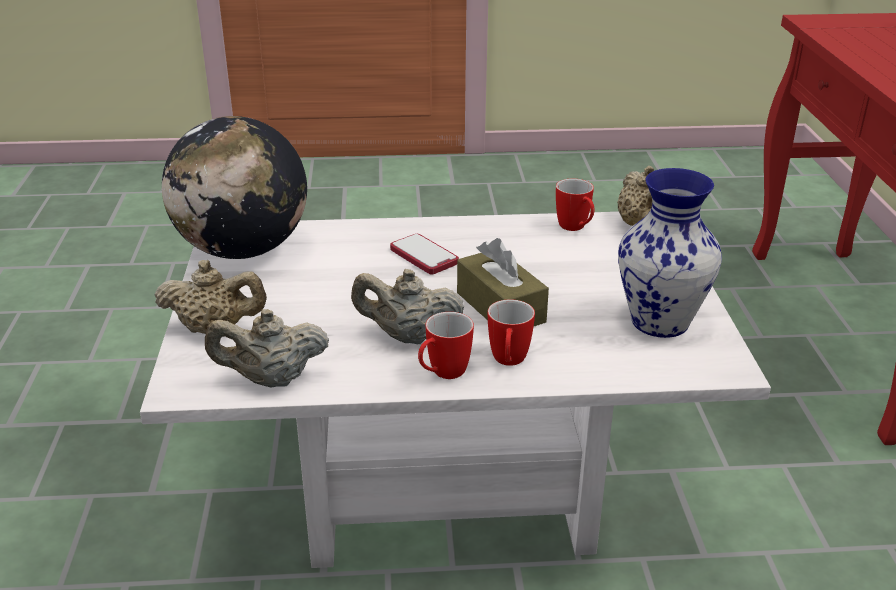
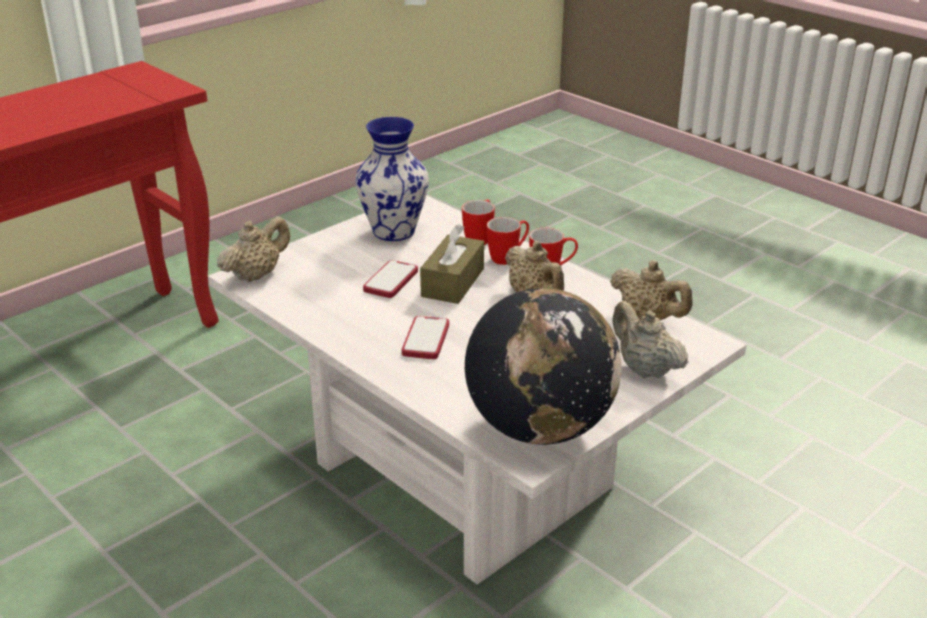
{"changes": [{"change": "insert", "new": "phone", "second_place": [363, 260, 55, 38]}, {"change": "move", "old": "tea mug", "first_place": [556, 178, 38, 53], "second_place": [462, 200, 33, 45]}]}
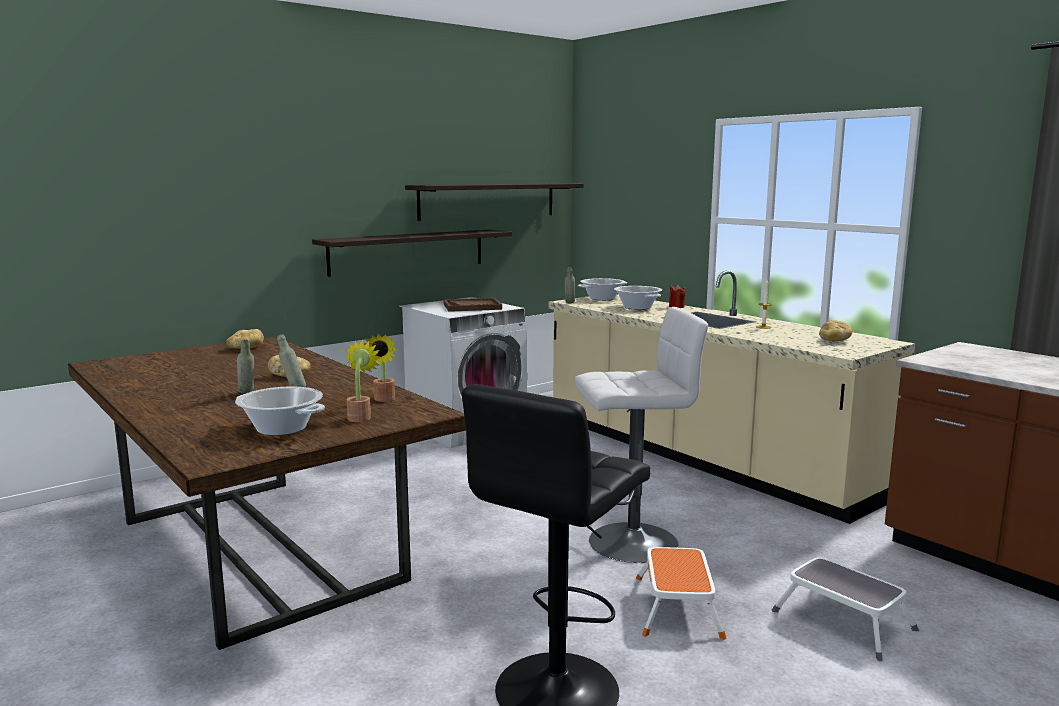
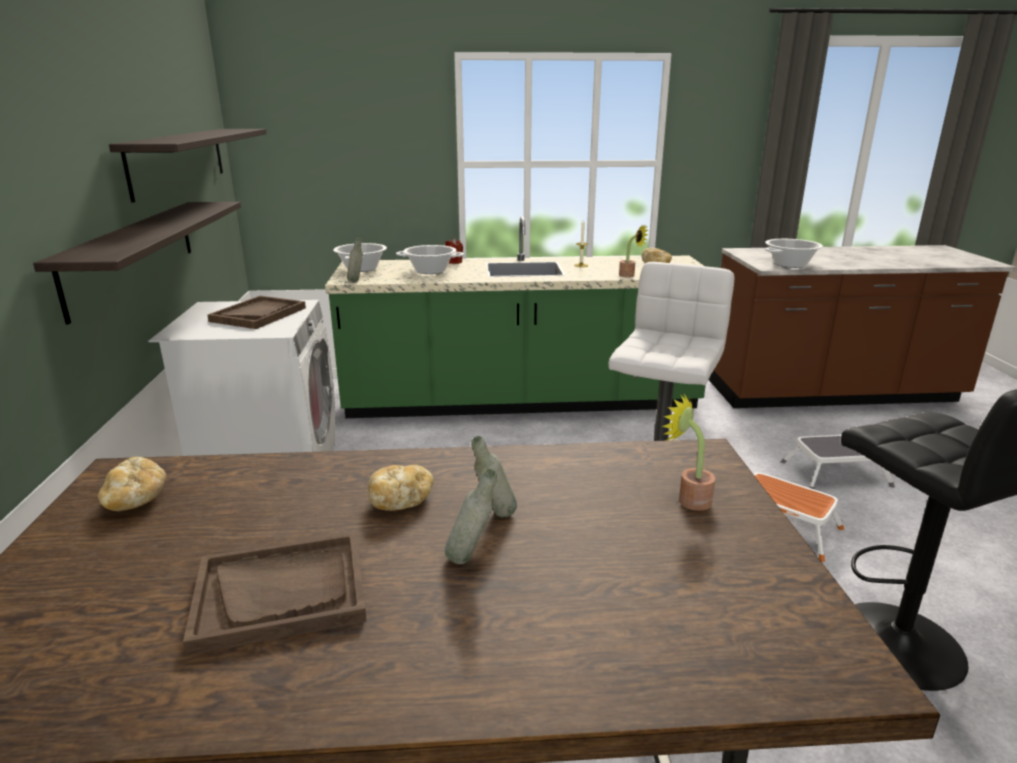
{"changes": [{"change": "insert", "new": "brownish serving tray", "second_place": [183, 533, 184, 123]}, {"change": "recolor", "old": "beige-coloured counter", "new": "green counter", "first_place": [549, 270, 366, 254], "second_place": [325, 216, 381, 202]}, {"change": "move", "old": "houseplant", "first_place": [364, 334, 33, 68], "second_place": [619, 225, 29, 52]}, {"change": "move", "old": "stockpot", "first_place": [235, 387, 90, 49], "second_place": [765, 239, 58, 29]}]}
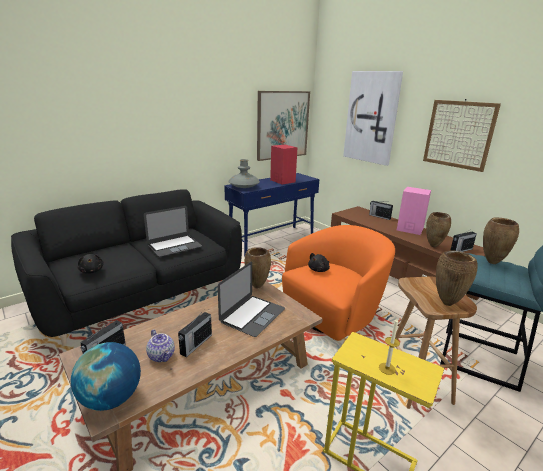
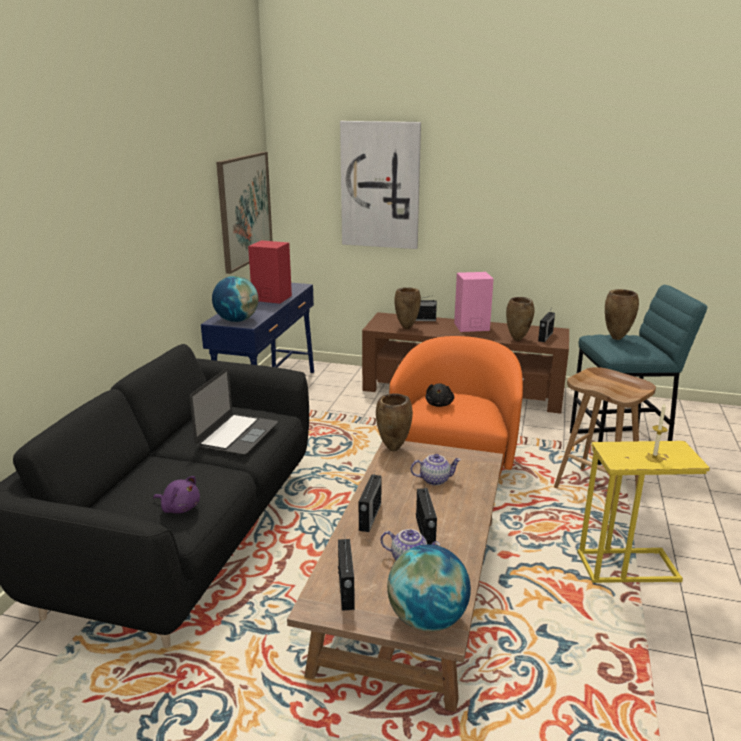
{"changes": [{"change": "recolor", "old": "black cuddly toy", "new": "purple-coloured cuddly toy", "first_place": [78, 254, 26, 20], "second_place": [153, 476, 47, 38]}, {"change": "replace", "old": "grey vase", "new": "world globe", "first_place": [228, 159, 32, 29], "second_place": [212, 276, 46, 46]}, {"change": "insert", "new": "radio", "second_place": [359, 472, 23, 60]}, {"change": "move", "old": "brownish vase", "first_place": [436, 251, 42, 55], "second_place": [394, 287, 27, 42]}, {"change": "replace", "old": "portable computer", "new": "tea pot", "first_place": [218, 262, 67, 75], "second_place": [411, 454, 50, 32]}, {"change": "delete", "old": "picture", "first_place": [423, 99, 78, 73]}]}
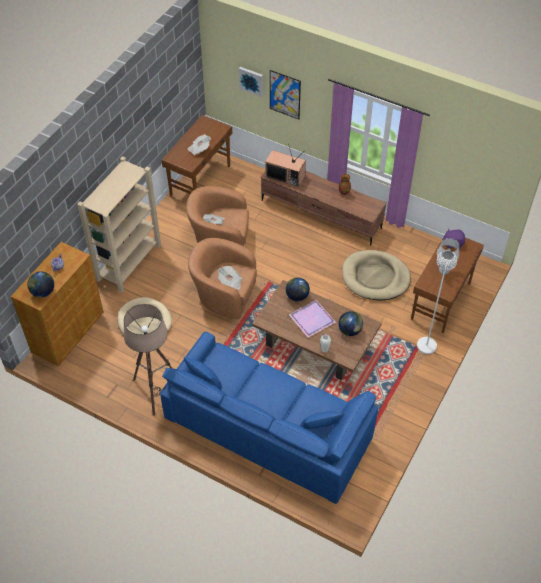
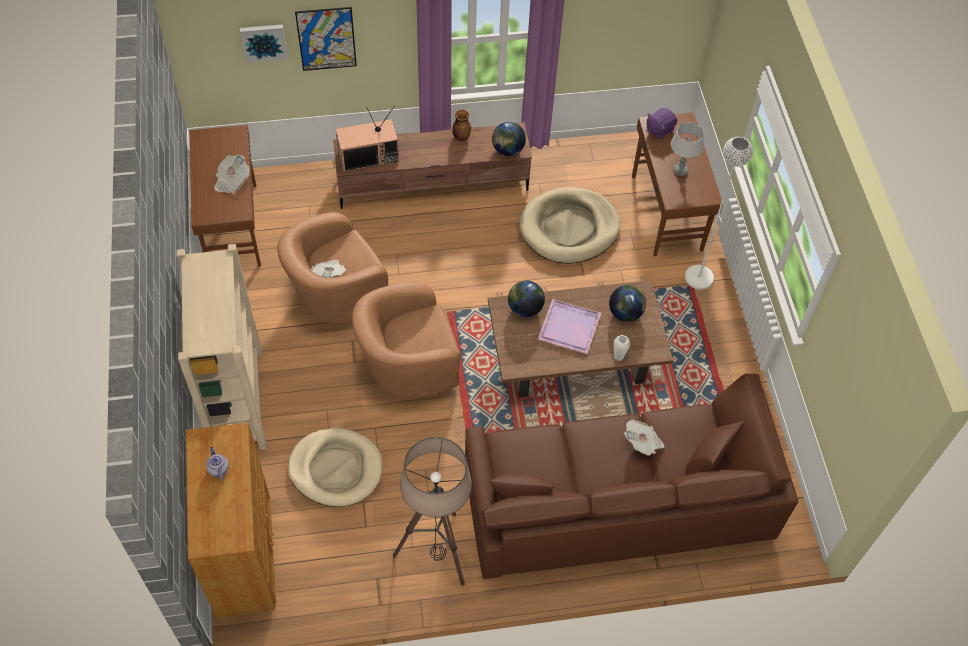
{"changes": [{"change": "recolor", "old": "blue-coloured couch", "new": "brownish couch", "first_place": [160, 332, 218, 172], "second_place": [465, 373, 333, 206]}, {"change": "move", "old": "world globe", "first_place": [27, 271, 27, 27], "second_place": [492, 122, 34, 34]}, {"change": "move", "old": "printed paper", "first_place": [218, 266, 24, 24], "second_place": [624, 420, 40, 36]}]}
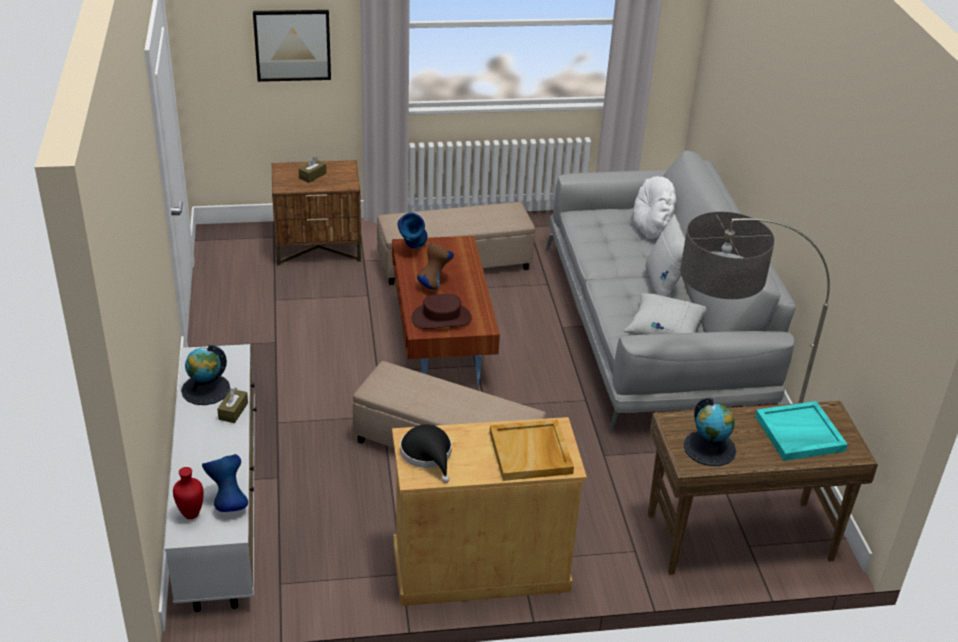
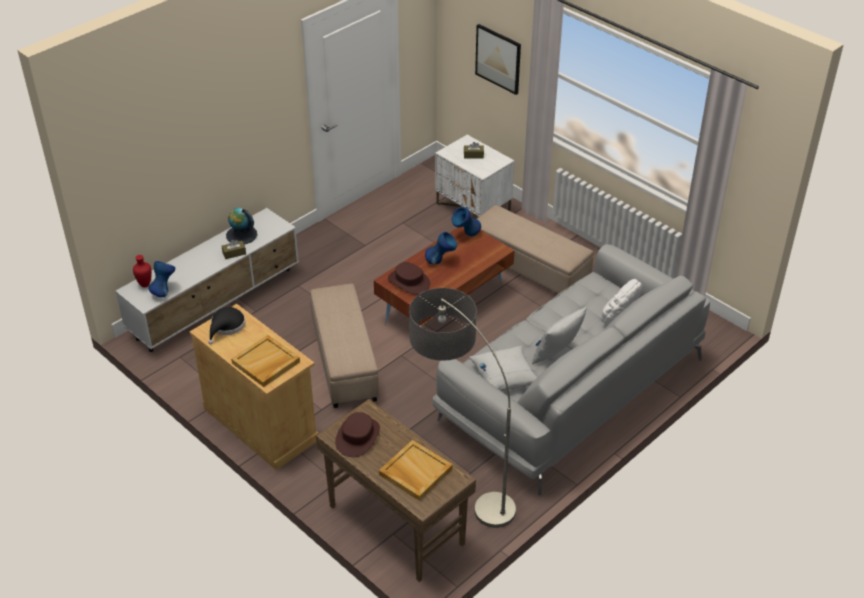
{"changes": [{"change": "replace", "old": "world globe", "new": "brownish clothing hat", "first_place": [684, 398, 52, 68], "second_place": [335, 412, 45, 45]}, {"change": "recolor", "old": "blue-green serving tray", "new": "beige-coloured serving tray", "first_place": [755, 401, 93, 60], "second_place": [379, 440, 74, 61]}, {"change": "recolor", "old": "brownish vase", "new": "blue-coloured vase", "first_place": [417, 243, 37, 47], "second_place": [425, 232, 32, 32]}, {"change": "recolor", "old": "brownish bedside table", "new": "white-coloured bedside table", "first_place": [272, 160, 89, 106], "second_place": [435, 135, 80, 84]}]}
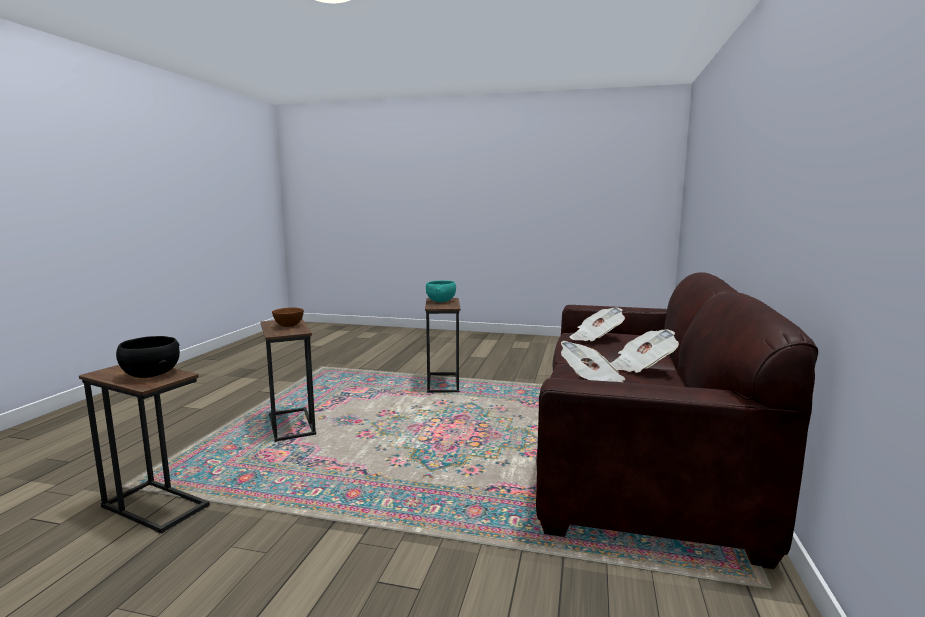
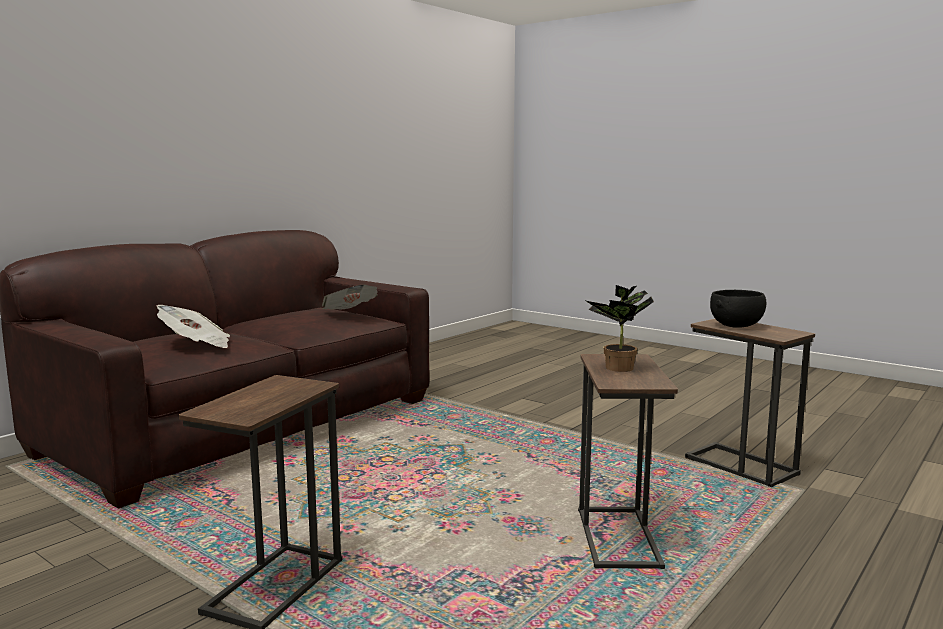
{"changes": [{"change": "replace", "old": "brownish serving bowl", "new": "houseplant", "first_place": [272, 307, 32, 20], "second_place": [586, 285, 68, 87]}, {"change": "delete", "old": "blue-green serving bowl", "first_place": [426, 280, 30, 22]}, {"change": "delete", "old": "printed paper", "first_place": [610, 329, 69, 44]}]}
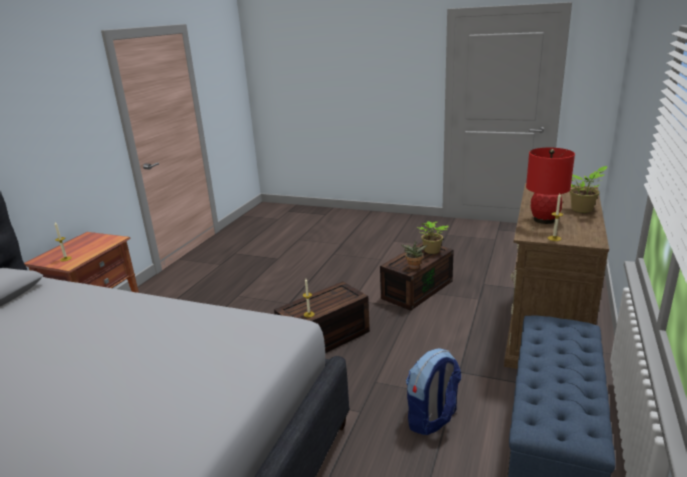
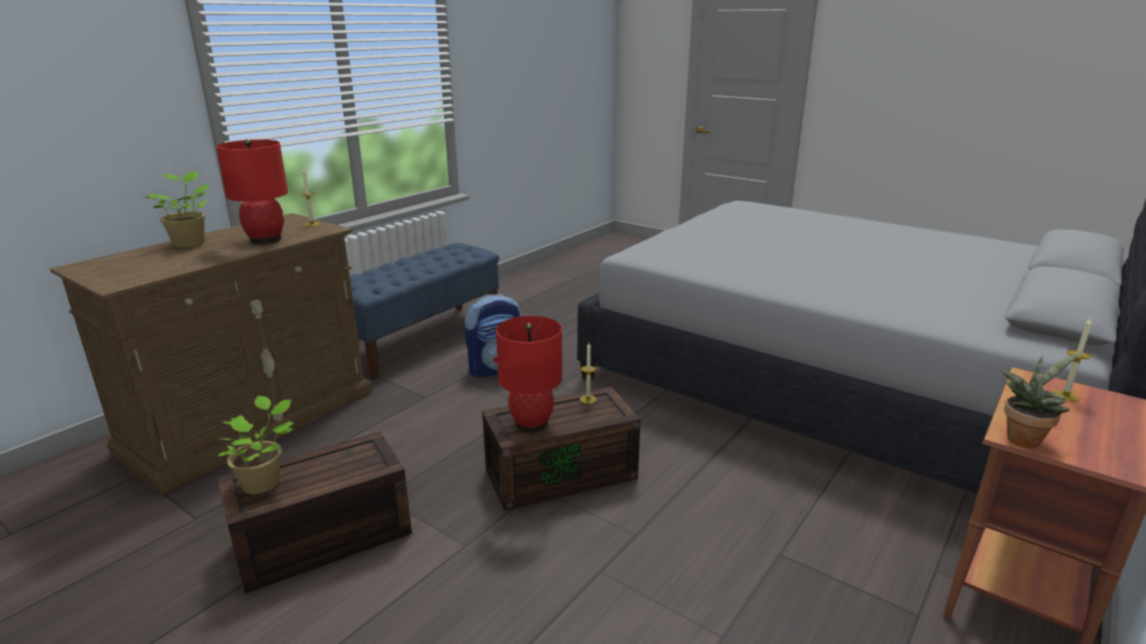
{"changes": [{"change": "insert", "new": "reddish tabletop lamp", "second_place": [496, 316, 66, 117]}, {"change": "move", "old": "houseplant", "first_place": [401, 241, 26, 28], "second_place": [1000, 353, 79, 95]}]}
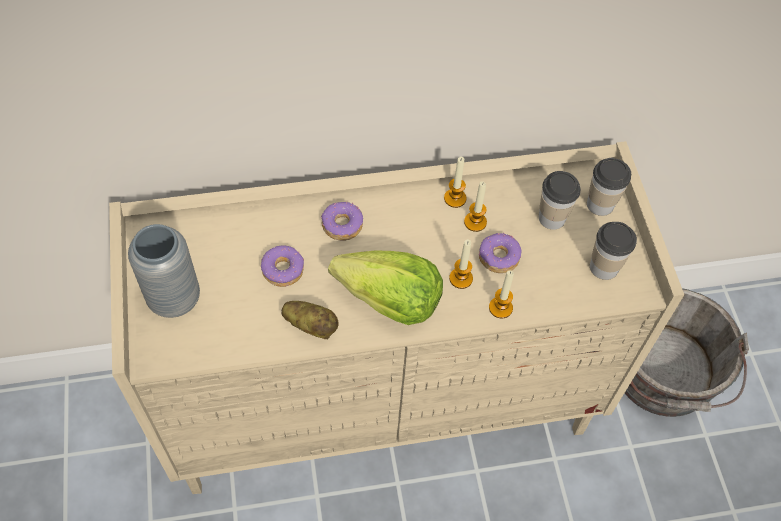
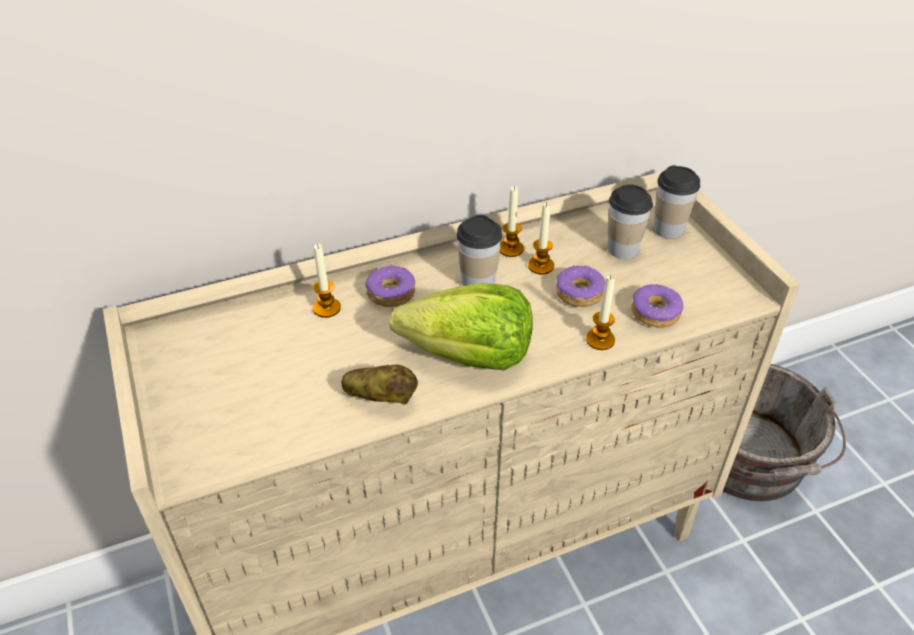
{"changes": [{"change": "move", "old": "wax light", "first_place": [449, 239, 24, 50], "second_place": [313, 243, 28, 75]}, {"change": "move", "old": "small cup", "first_place": [590, 222, 47, 58], "second_place": [457, 215, 45, 71]}, {"change": "move", "old": "ring doughnut", "first_place": [261, 245, 43, 42], "second_place": [631, 284, 52, 44]}, {"change": "delete", "old": "grey vase", "first_place": [128, 224, 72, 94]}]}
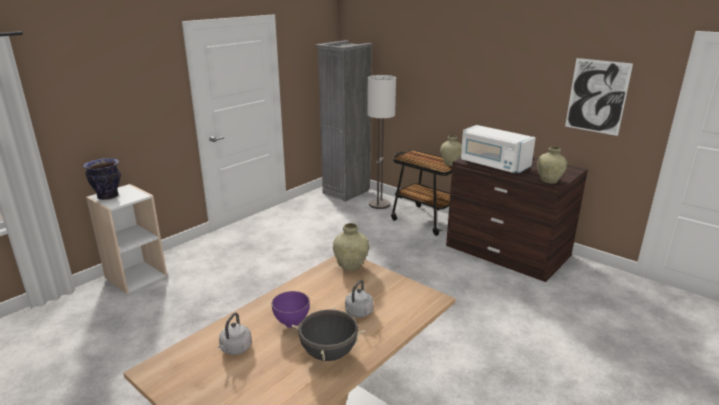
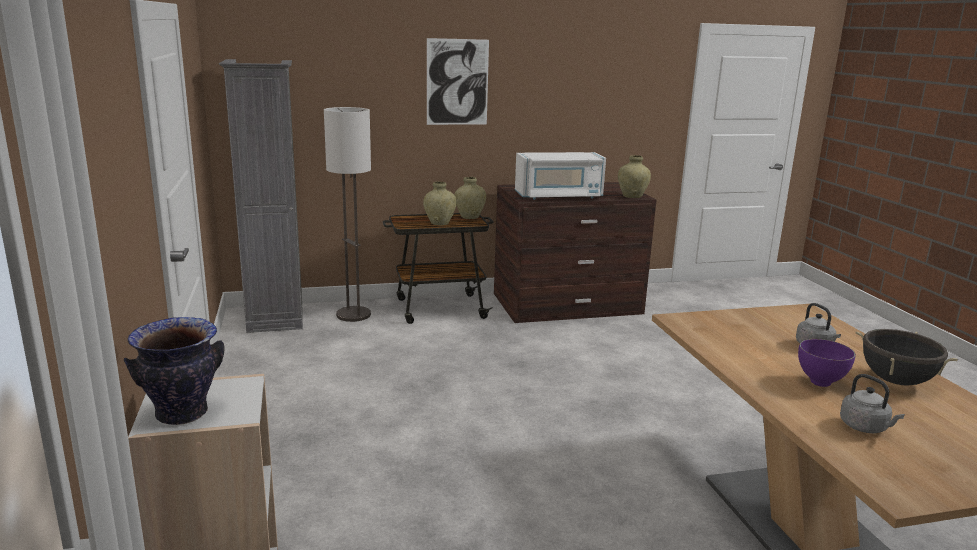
{"changes": [{"change": "move", "old": "beige-coloured vase", "first_place": [333, 223, 36, 48], "second_place": [423, 181, 34, 45]}, {"change": "move", "old": "picture", "first_place": [565, 58, 68, 78], "second_place": [427, 38, 62, 87]}]}
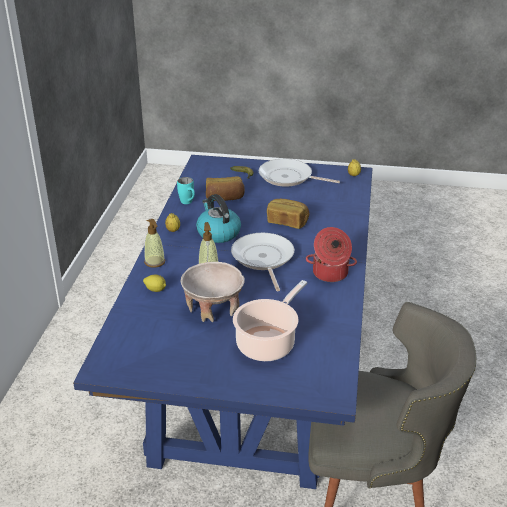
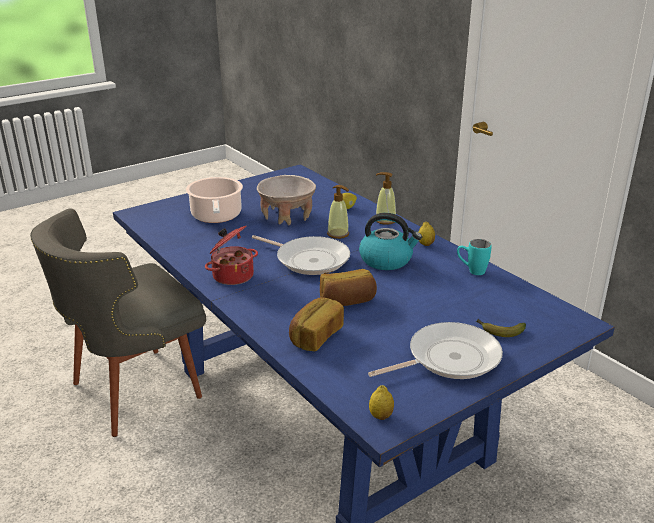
{"changes": [{"change": "move", "old": "bakery bread", "first_place": [206, 176, 39, 25], "second_place": [289, 297, 55, 54]}]}
